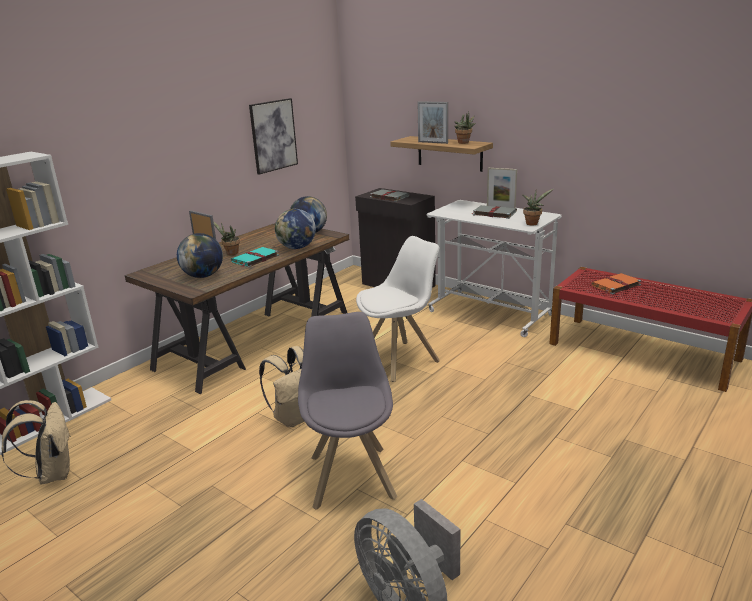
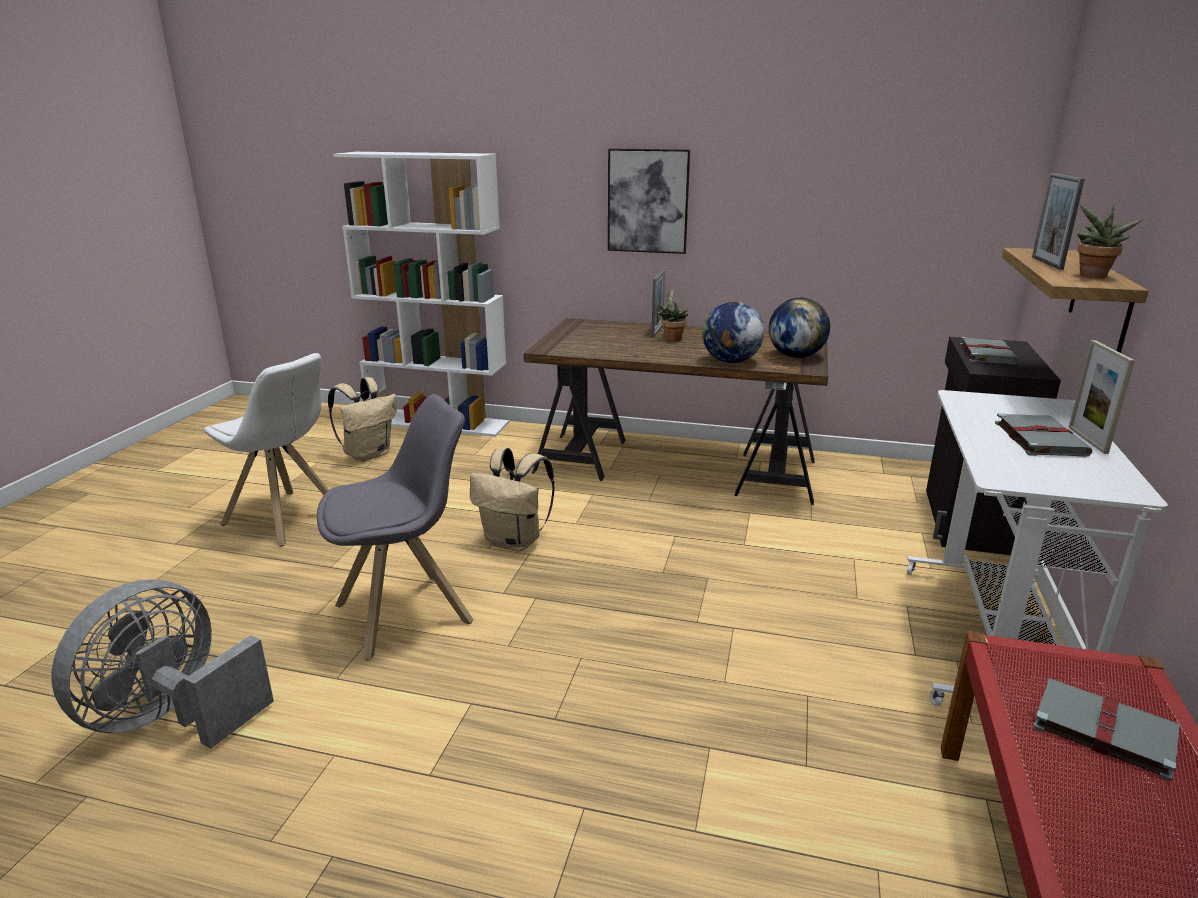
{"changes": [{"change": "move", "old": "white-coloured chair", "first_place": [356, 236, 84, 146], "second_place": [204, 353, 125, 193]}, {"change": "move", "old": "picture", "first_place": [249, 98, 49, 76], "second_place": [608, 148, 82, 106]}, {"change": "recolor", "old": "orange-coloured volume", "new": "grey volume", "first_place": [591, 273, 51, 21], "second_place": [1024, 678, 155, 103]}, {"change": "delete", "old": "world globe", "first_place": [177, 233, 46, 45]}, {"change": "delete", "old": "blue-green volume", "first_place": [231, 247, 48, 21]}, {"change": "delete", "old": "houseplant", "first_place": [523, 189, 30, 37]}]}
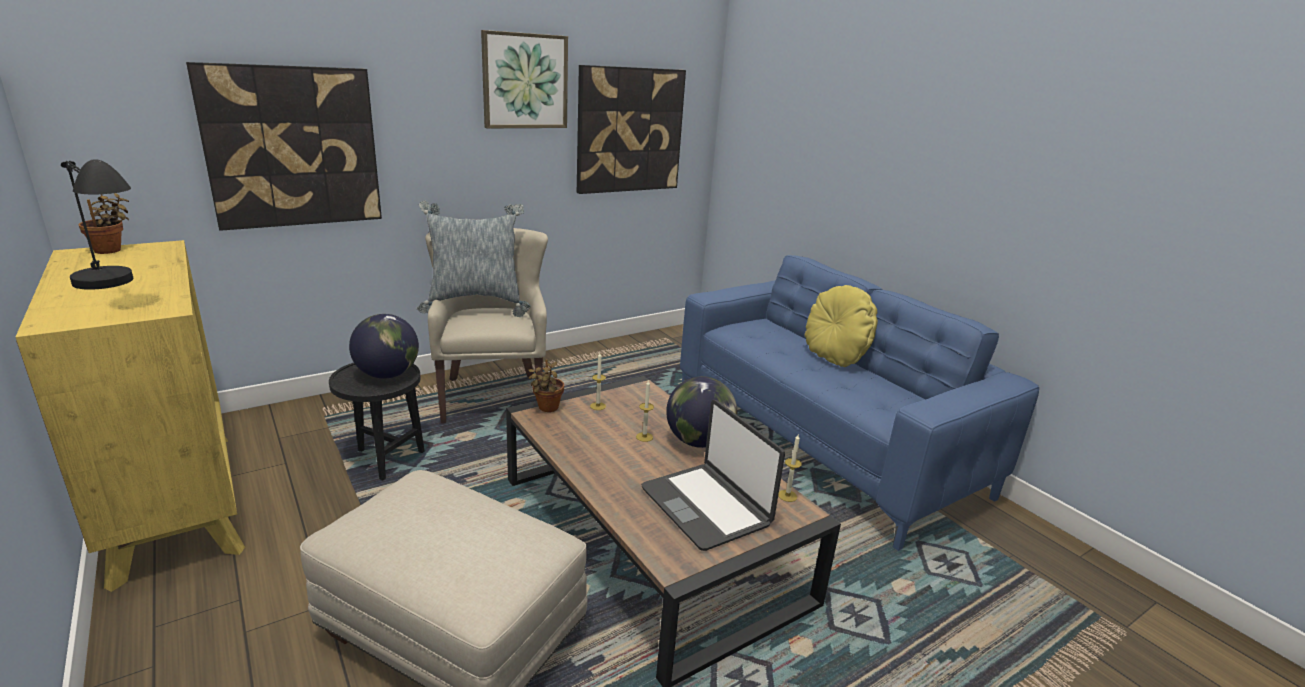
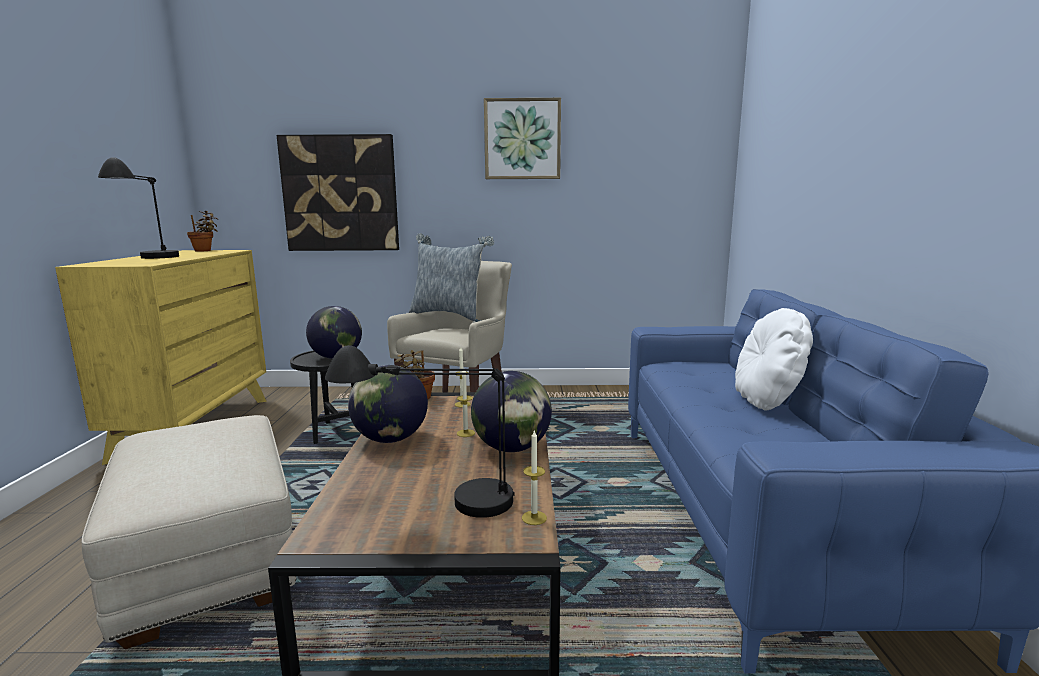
{"changes": [{"change": "replace", "old": "portable computer", "new": "black tabletop lamp", "first_place": [641, 400, 144, 151], "second_place": [325, 345, 189, 173]}, {"change": "insert", "new": "world globe", "second_place": [348, 365, 80, 78]}, {"change": "recolor", "old": "yellowish cushion", "new": "white-coloured cushion", "first_place": [805, 285, 73, 82], "second_place": [735, 308, 78, 103]}, {"change": "delete", "old": "picture", "first_place": [577, 65, 109, 129]}]}
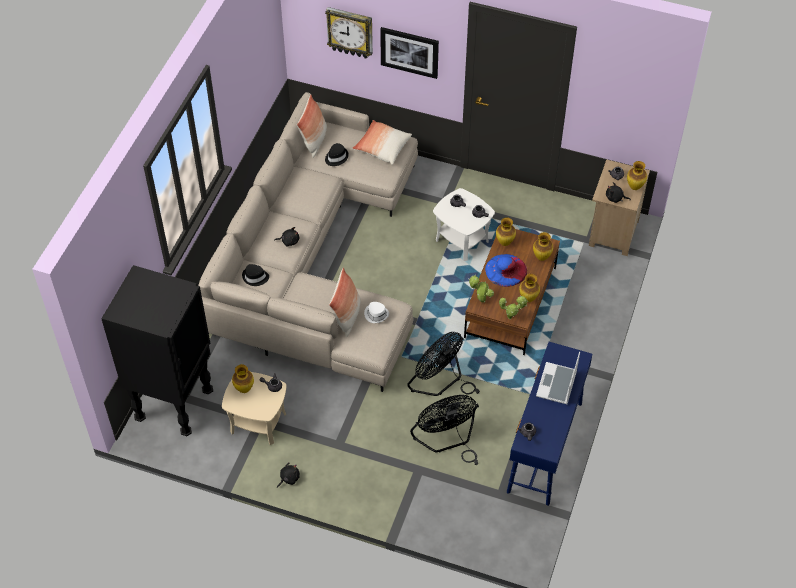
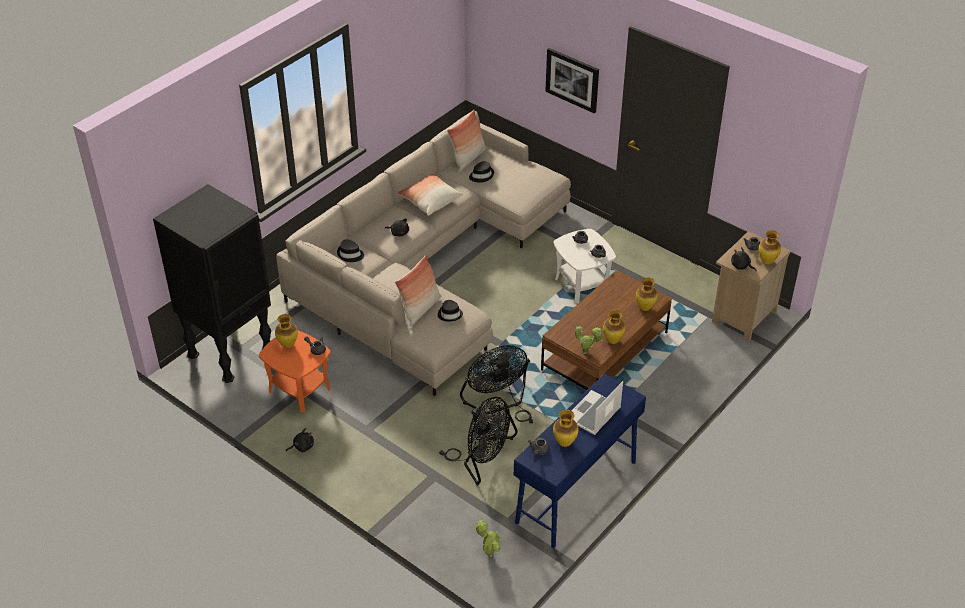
{"changes": [{"change": "recolor", "old": "beige-coloured accent table", "new": "orange-coloured accent table", "first_place": [222, 372, 65, 73], "second_place": [259, 330, 72, 82]}, {"change": "move", "old": "cushion", "first_place": [352, 120, 60, 45], "second_place": [397, 173, 66, 43]}, {"change": "recolor", "old": "white-coloured clothing hat", "new": "black clothing hat", "first_place": [364, 302, 25, 21], "second_place": [438, 300, 25, 22]}, {"change": "rotate", "old": "black fan", "first_place": [410, 395, 69, 70], "second_place": [439, 397, 79, 89], "degrees": 120}, {"change": "move", "old": "houseplant", "first_place": [468, 275, 26, 28], "second_place": [476, 520, 25, 36]}, {"change": "move", "old": "vase", "first_place": [496, 218, 20, 28], "second_place": [553, 410, 26, 37]}, {"change": "delete", "old": "clock on the wall", "first_place": [325, 7, 48, 52]}, {"change": "delete", "old": "blue-coloured clothing hat", "first_place": [485, 254, 42, 33]}]}
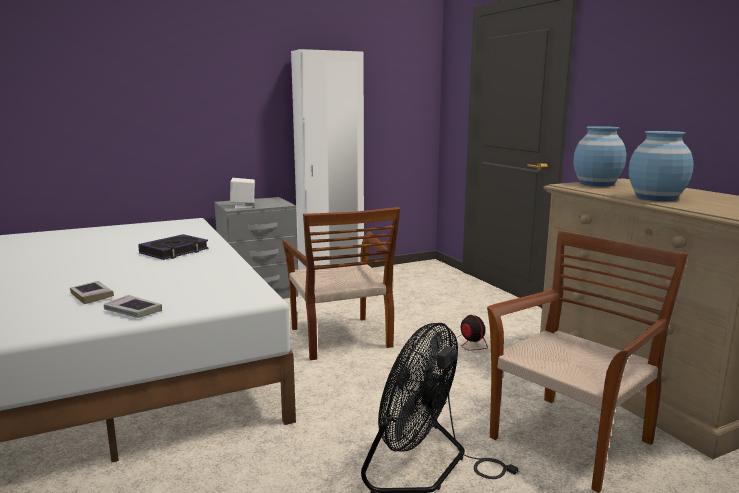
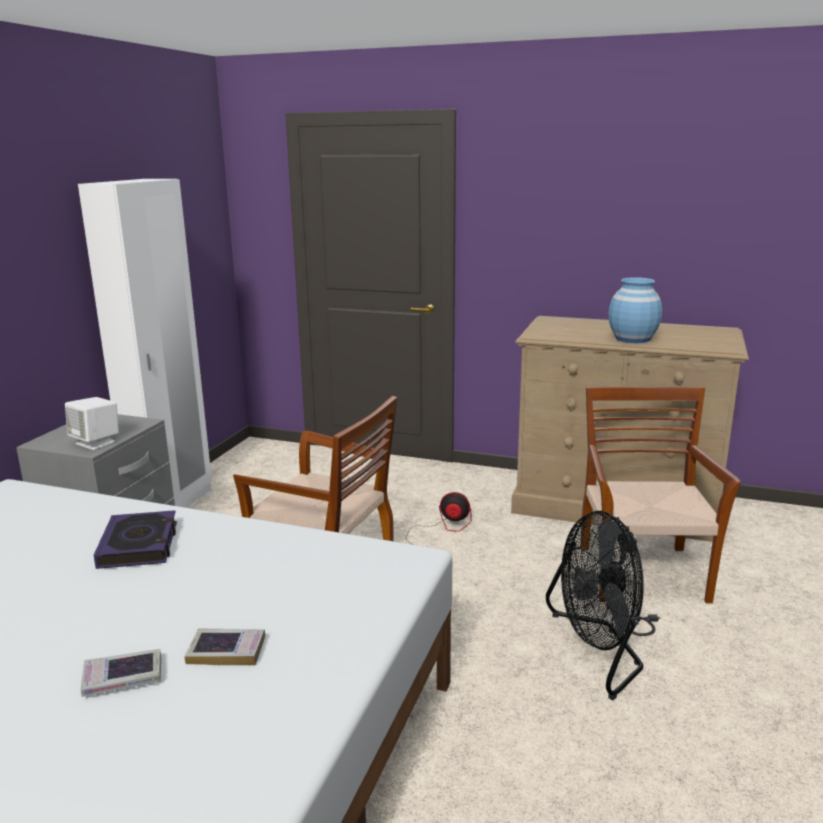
{"changes": [{"change": "move", "old": "volume", "first_place": [104, 295, 58, 23], "second_place": [81, 649, 80, 48]}, {"change": "delete", "old": "blue-coloured vase", "first_place": [573, 126, 53, 60]}]}
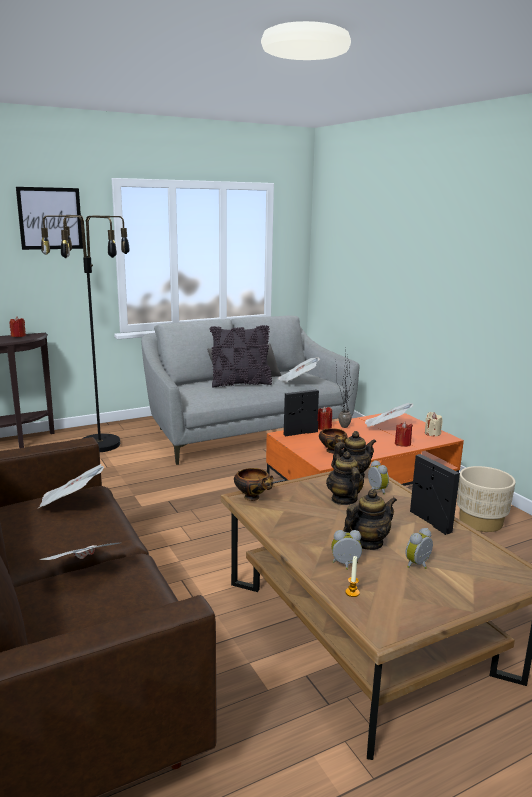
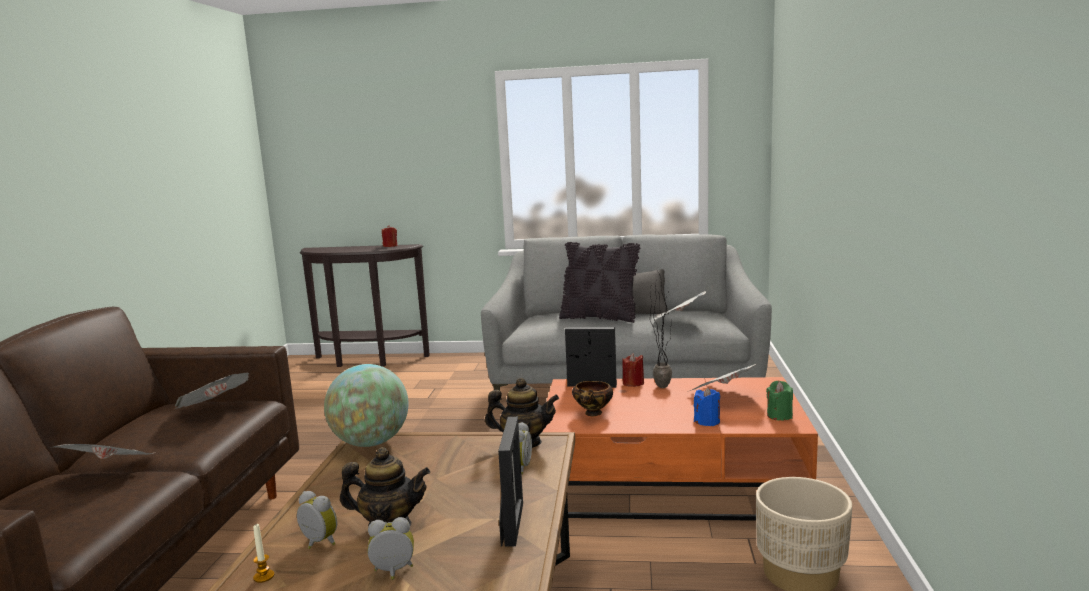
{"changes": [{"change": "replace", "old": "serving bowl", "new": "world globe", "first_place": [234, 468, 39, 33], "second_place": [324, 364, 85, 83]}, {"change": "recolor", "old": "reddish wax light", "new": "blue-coloured wax light", "first_place": [395, 422, 18, 25], "second_place": [694, 387, 26, 39]}, {"change": "recolor", "old": "beige-coloured wax light", "new": "green wax light", "first_place": [425, 412, 18, 25], "second_place": [766, 381, 27, 40]}, {"change": "delete", "old": "picture", "first_place": [16, 187, 67, 63]}, {"change": "delete", "old": "floor lamp", "first_place": [41, 215, 89, 237]}, {"change": "delete", "old": "tea pot", "first_place": [326, 451, 38, 54]}]}
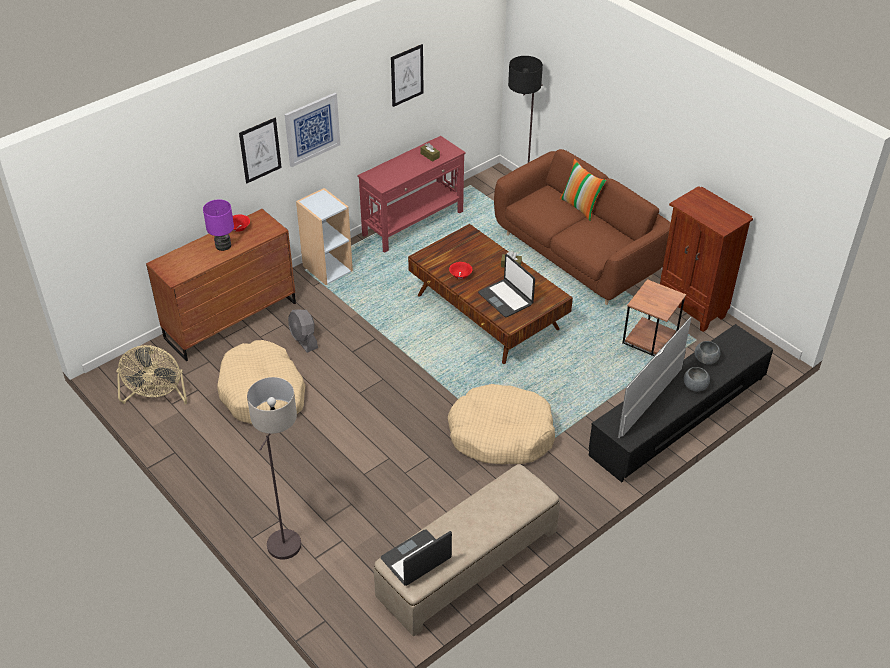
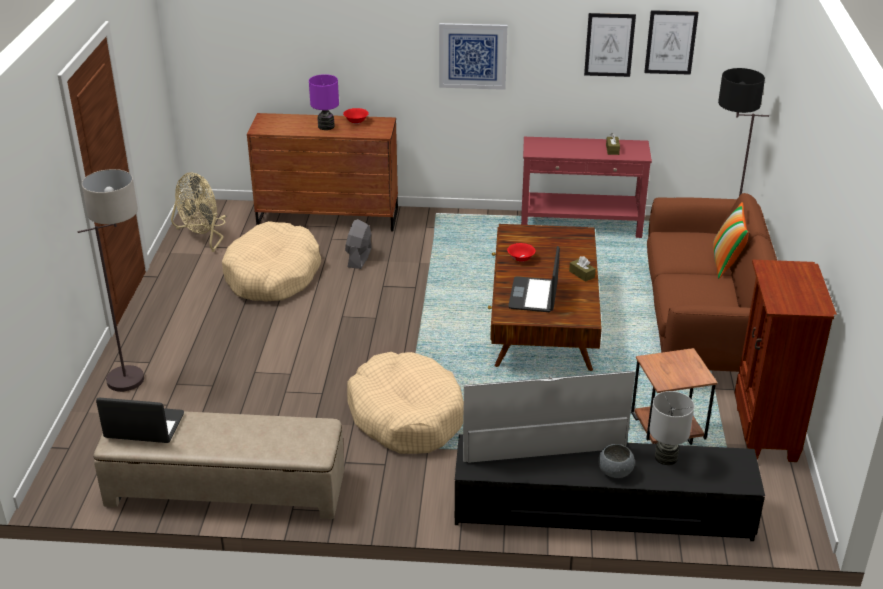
{"changes": [{"change": "move", "old": "picture", "first_place": [239, 118, 43, 65], "second_place": [644, 10, 55, 65]}, {"change": "replace", "old": "grey serving bowl", "new": "grey tabletop lamp", "first_place": [695, 341, 25, 24], "second_place": [649, 391, 45, 74]}, {"change": "delete", "old": "bookshelf", "first_place": [296, 188, 57, 97]}]}
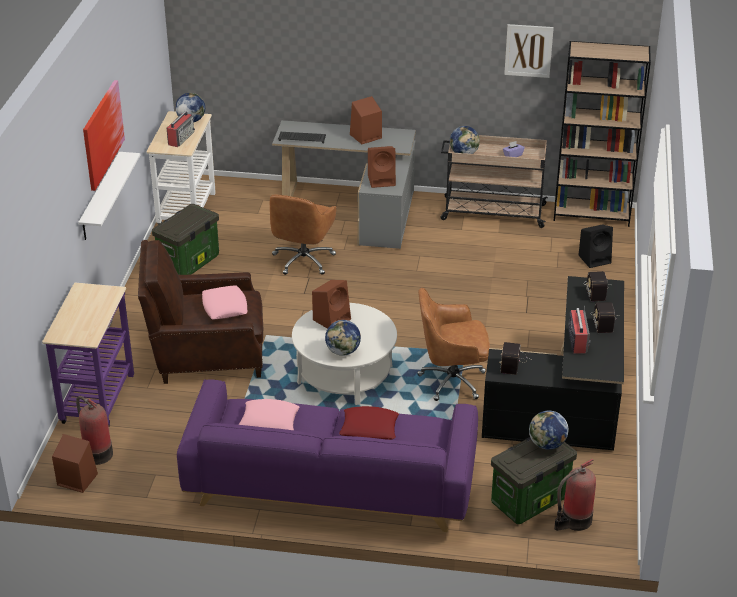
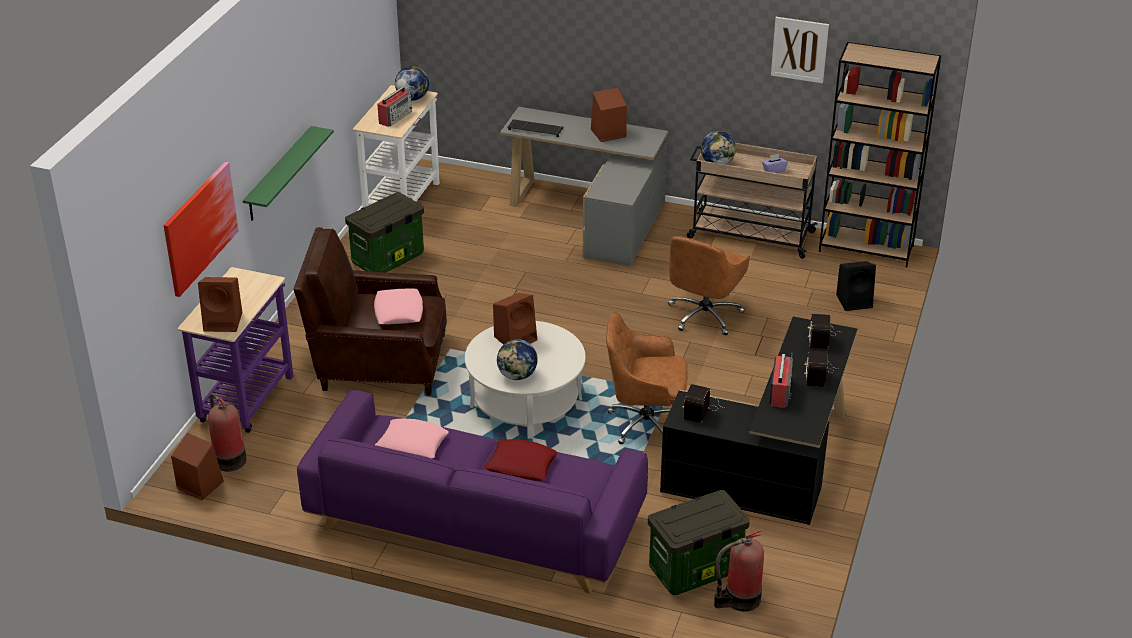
{"changes": [{"change": "move", "old": "picture", "first_place": [83, 80, 42, 111], "second_place": [163, 162, 75, 135]}, {"change": "move", "old": "brownish loudspeaker", "first_place": [368, 146, 28, 42], "second_place": [198, 277, 44, 55]}, {"change": "recolor", "old": "white-coloured bracket shelf", "new": "green bracket shelf", "first_place": [78, 152, 62, 88], "second_place": [243, 126, 91, 95]}, {"change": "move", "old": "brownish desk chair", "first_place": [270, 195, 66, 80], "second_place": [668, 236, 82, 99]}, {"change": "delete", "old": "world globe", "first_place": [529, 410, 39, 40]}]}
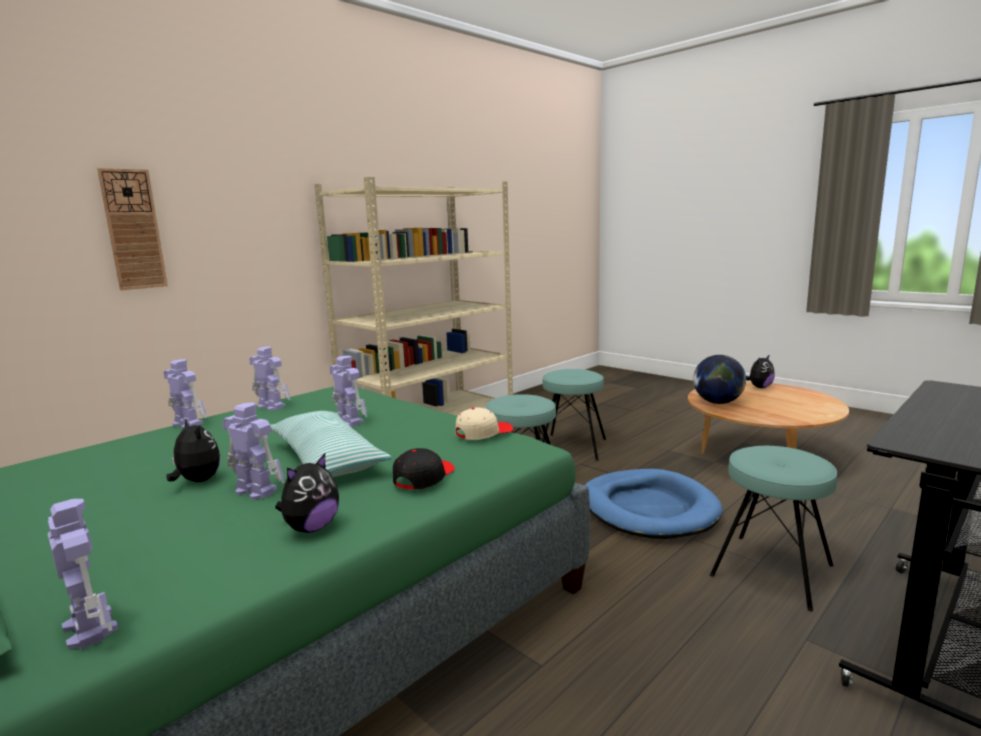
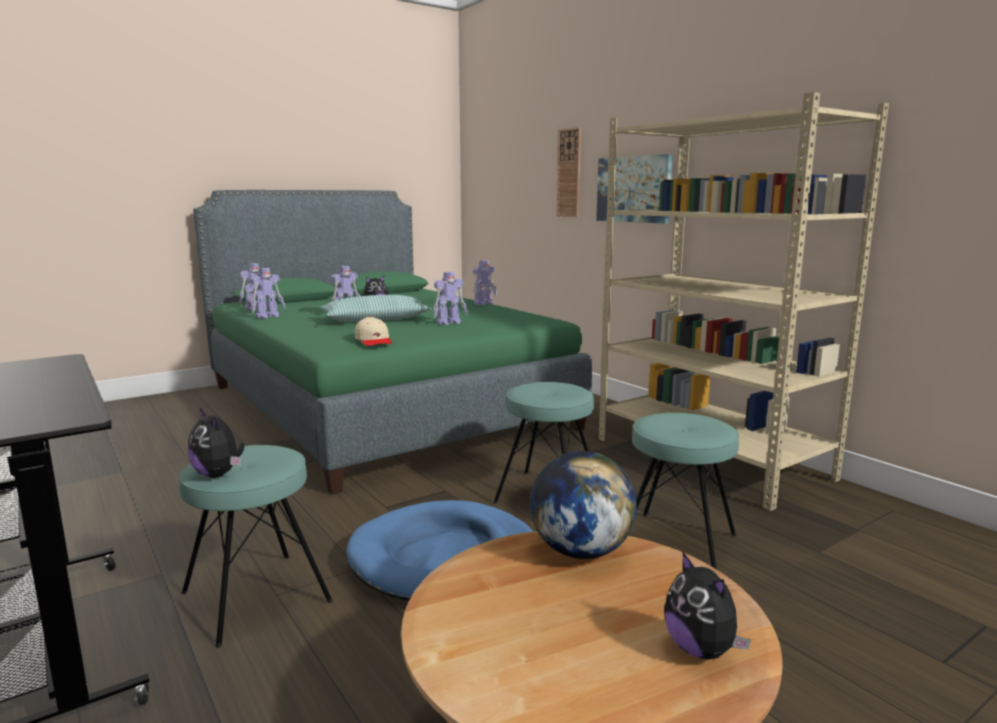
{"changes": [{"change": "move", "old": "cuddly toy", "first_place": [275, 453, 64, 80], "second_place": [188, 408, 56, 70]}, {"change": "move", "old": "toy robot", "first_place": [249, 347, 41, 64], "second_place": [250, 268, 36, 51]}, {"change": "insert", "new": "picture", "second_place": [596, 154, 77, 70]}, {"change": "delete", "old": "black peaked cap", "first_place": [393, 448, 62, 42]}]}
